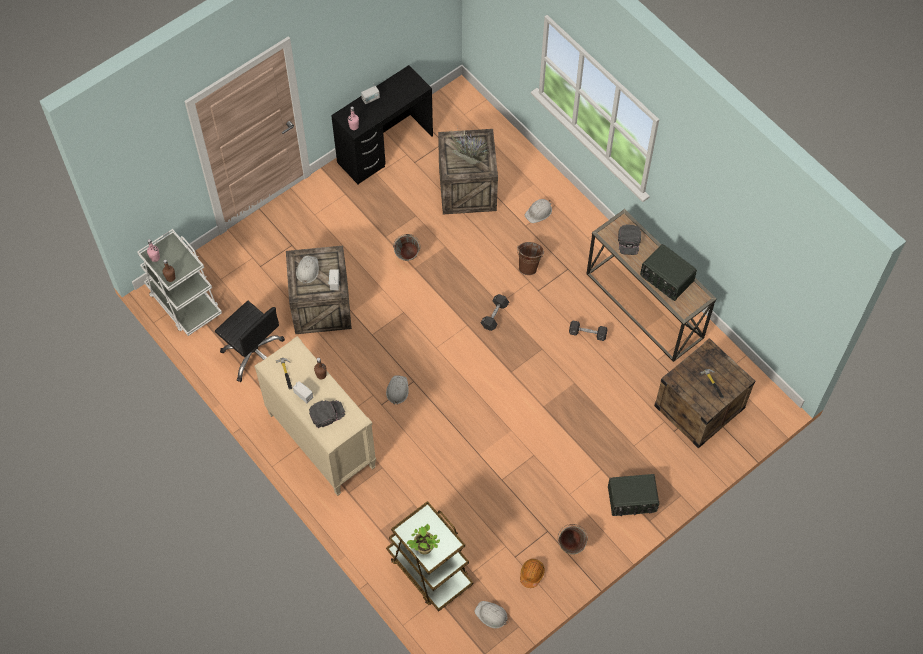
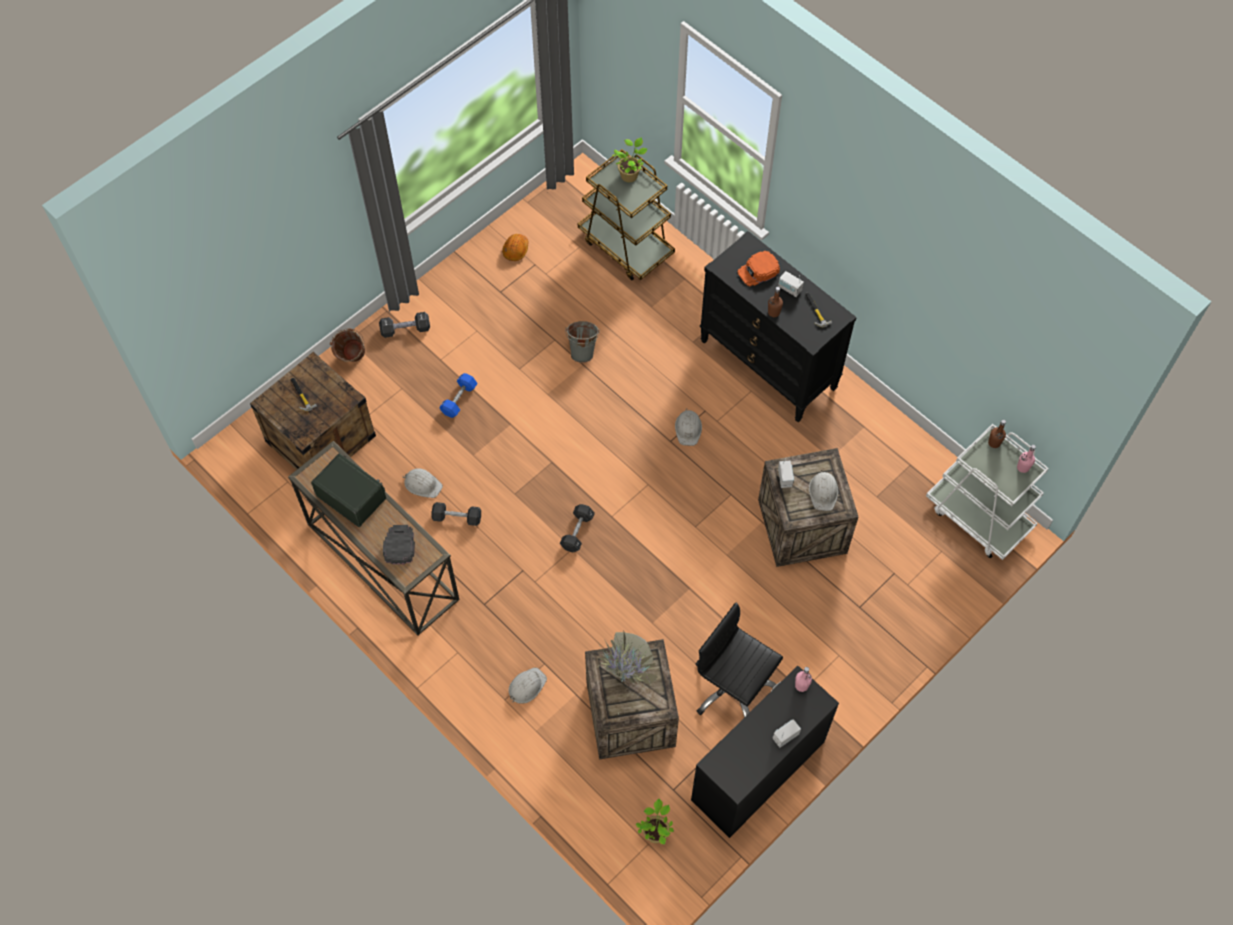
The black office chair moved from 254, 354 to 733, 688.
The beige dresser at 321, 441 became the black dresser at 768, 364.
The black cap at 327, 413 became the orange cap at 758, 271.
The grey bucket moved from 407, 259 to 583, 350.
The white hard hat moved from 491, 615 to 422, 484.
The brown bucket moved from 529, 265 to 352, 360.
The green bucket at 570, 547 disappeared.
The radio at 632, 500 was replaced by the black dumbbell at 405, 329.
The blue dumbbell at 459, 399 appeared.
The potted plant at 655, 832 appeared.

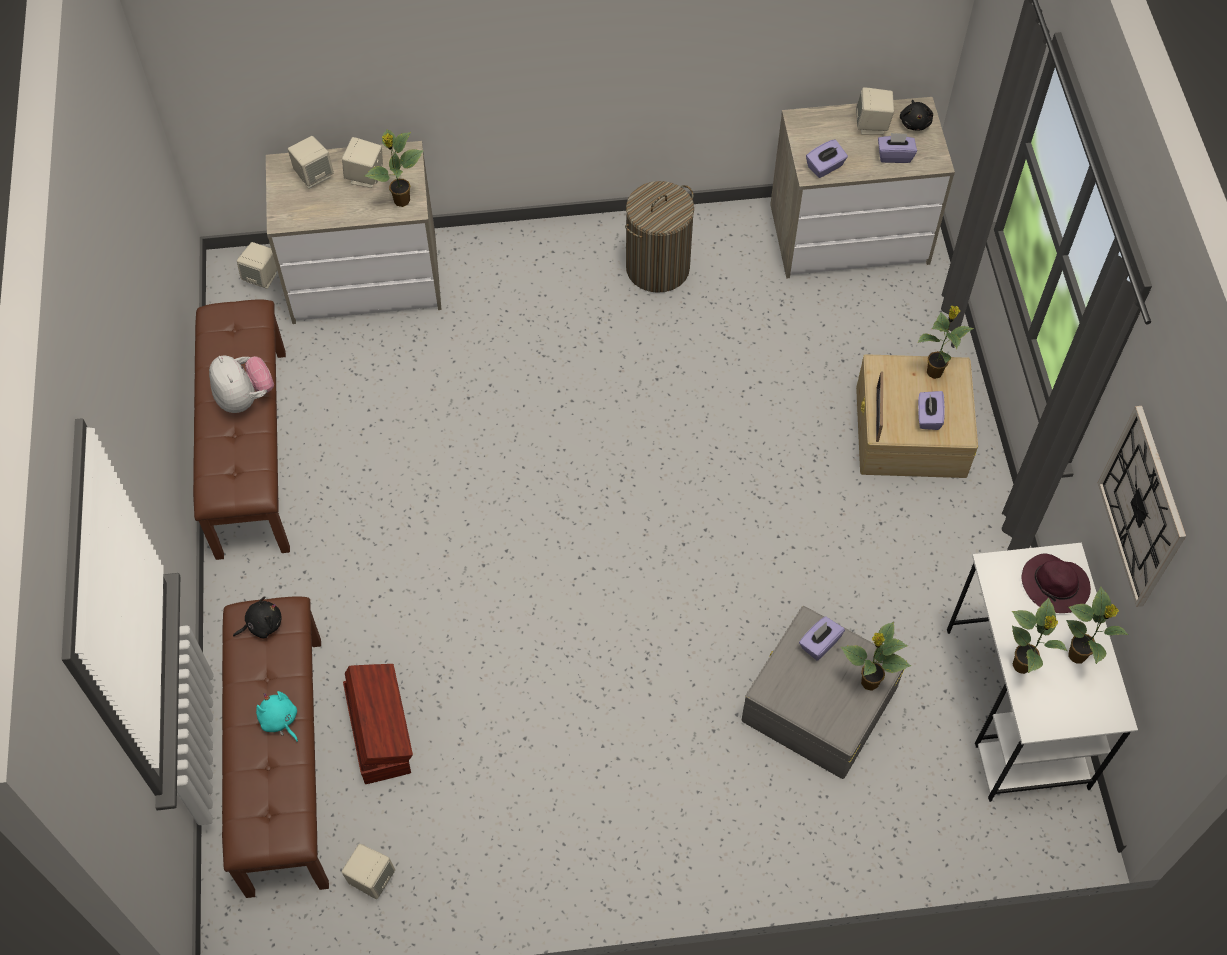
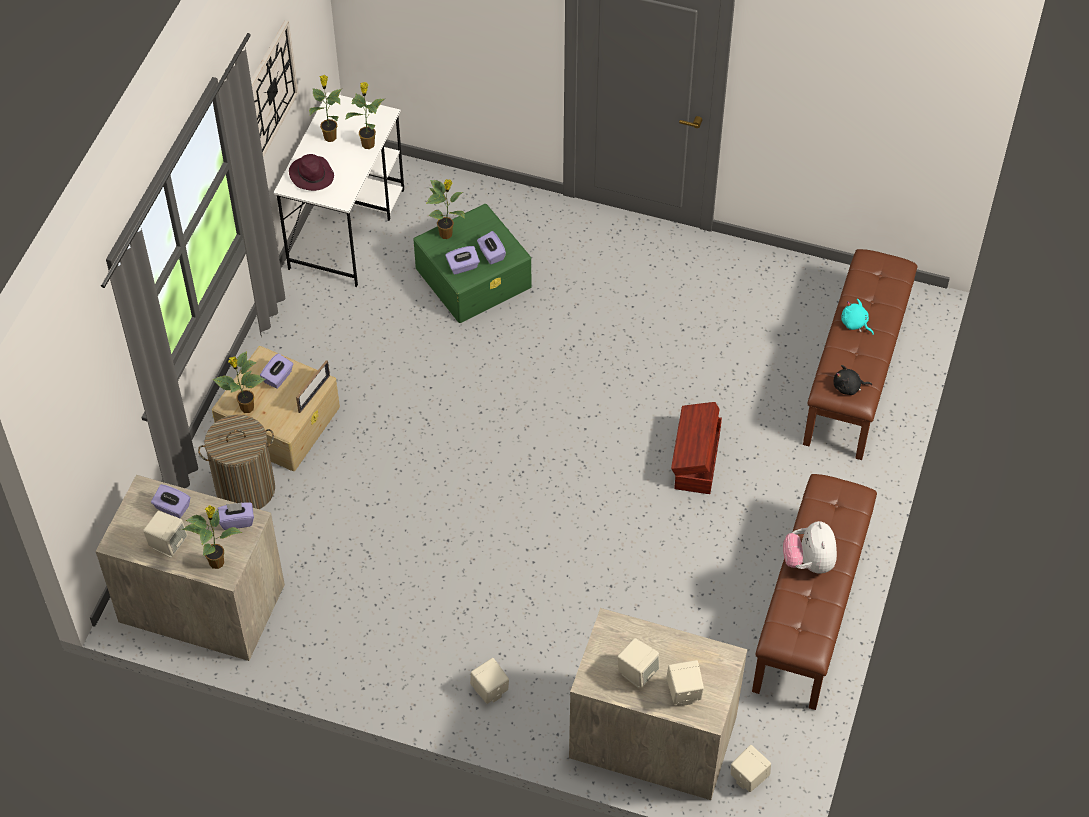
The turquoise plush toy at 280, 721 turned 150 degrees clockwise.
The beige speaker moved from 371, 878 to 490, 691.
The brown storage box moved from 380, 731 to 695, 460.
The potted plant moved from 401, 201 to 217, 561.
The laundry basket moved from 657, 267 to 245, 489.
The grey storage box at 818, 704 became the green storage box at 474, 277.
The black plush toy at 915, 122 disappeared.
The purple tissue box at 491, 254 appeared.

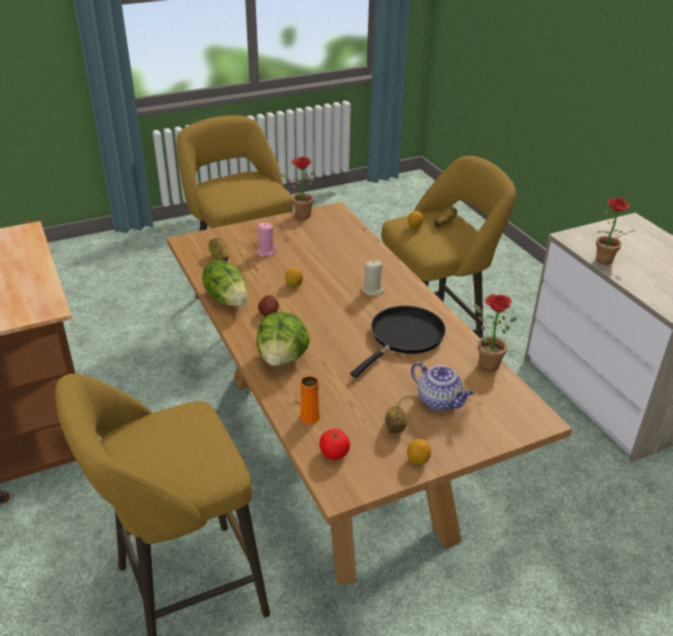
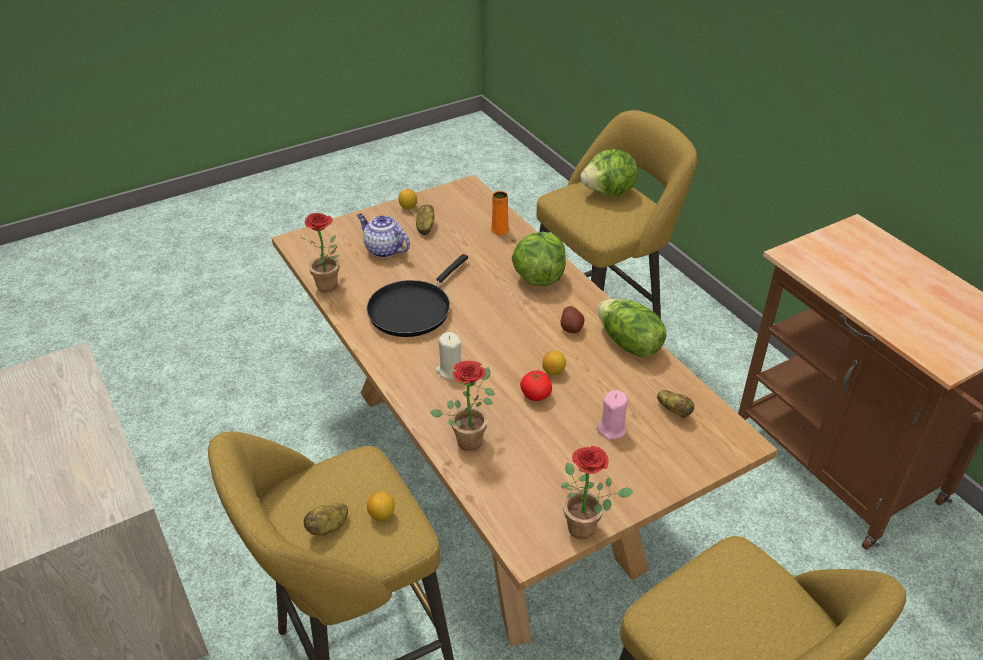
The tomato moved from 334, 453 to 536, 395.
The potted plant moved from 604, 262 to 470, 437.
The lettuce at 609, 193 appeared.

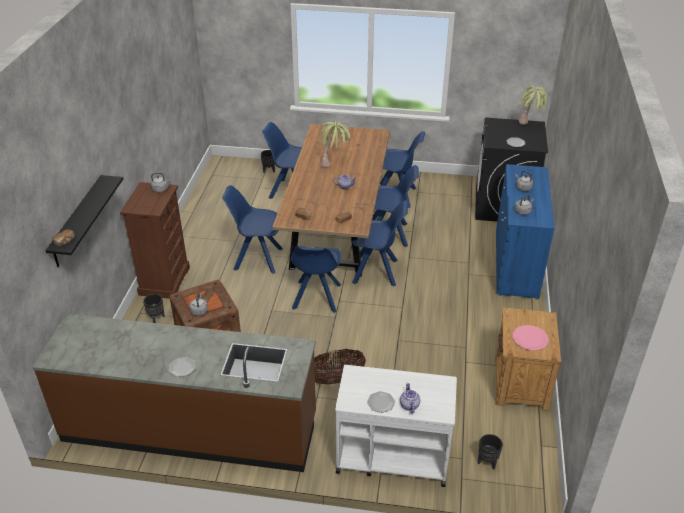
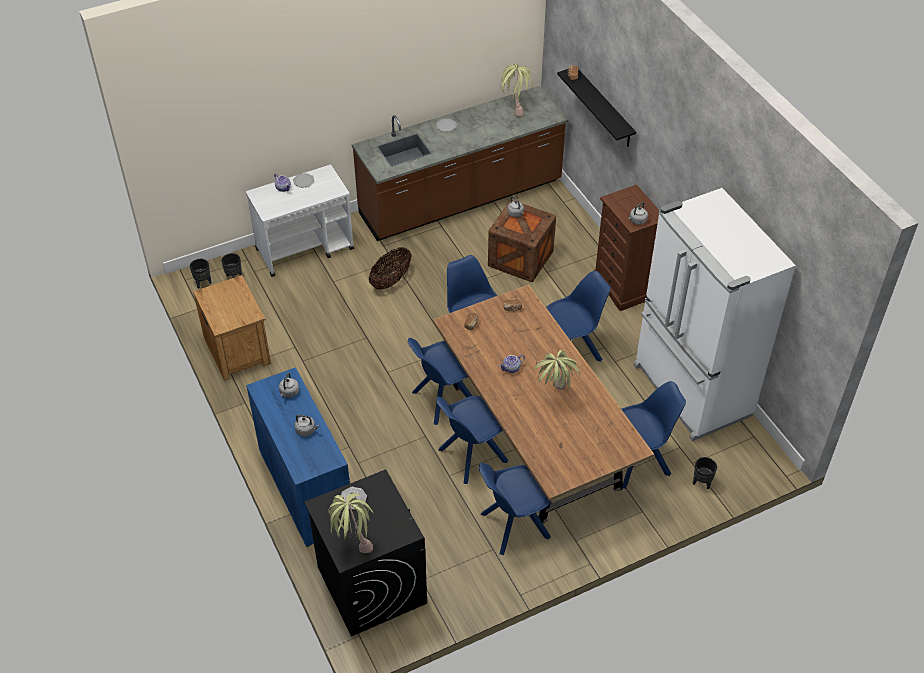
The black planter moved from 156, 318 to 203, 283.
The pink plate at 530, 338 disappeared.
The potted plant at 514, 108 appeared.
The white fridge at 690, 392 appeared.

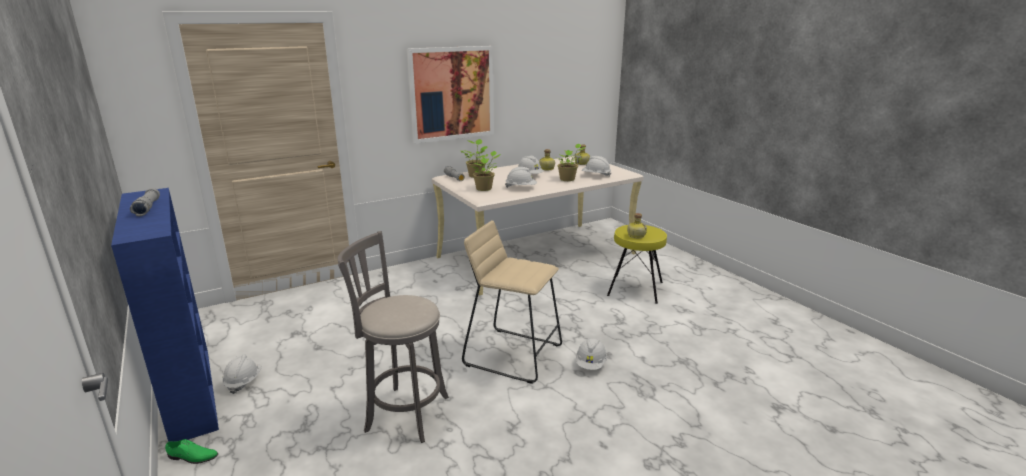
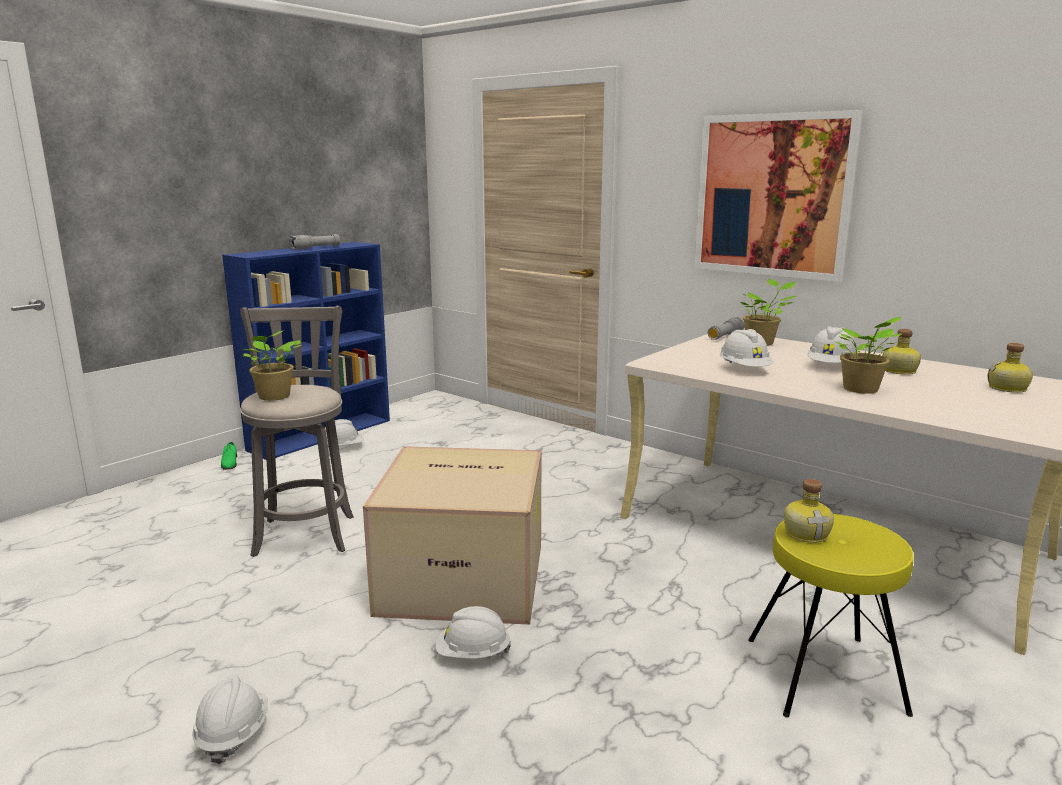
The beige stool at 513, 354 was replaced by the cardboard box at 465, 577.
The potted plant moved from 485, 189 to 274, 397.
The white hard hat moved from 595, 175 to 233, 734.

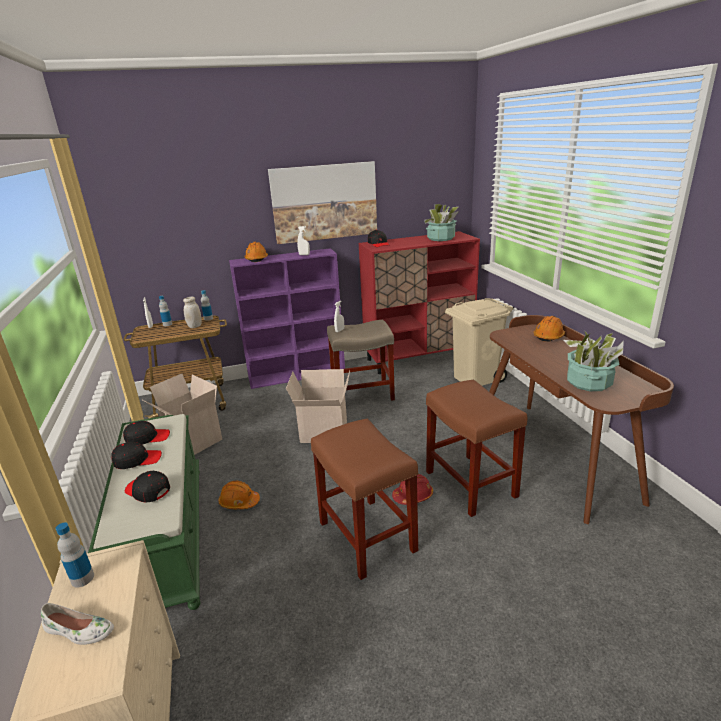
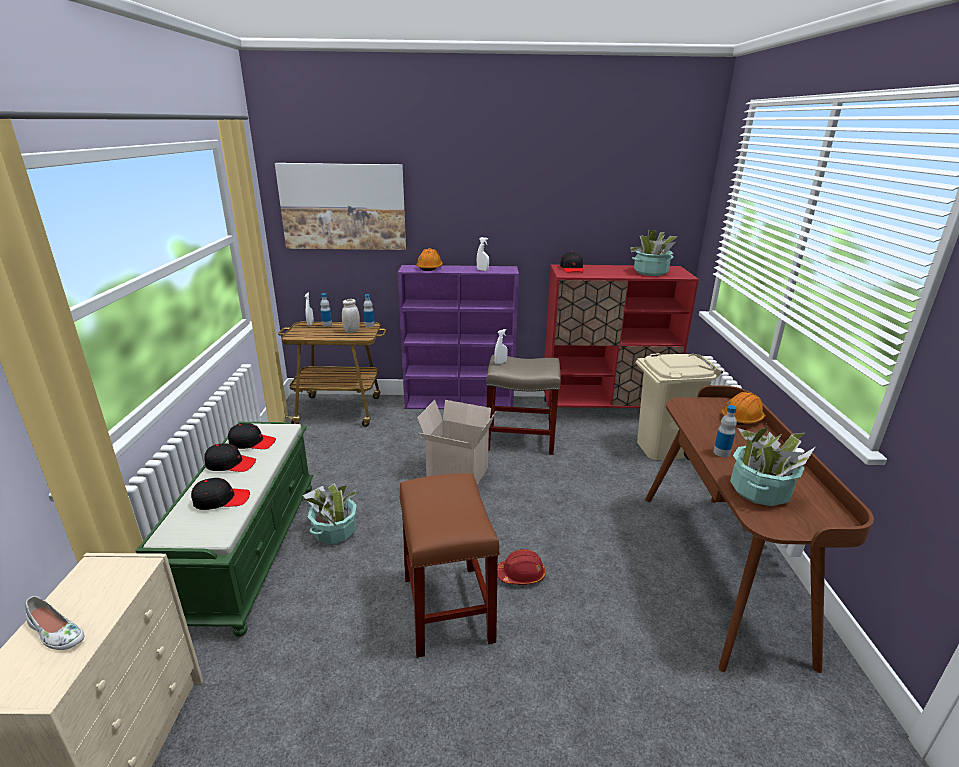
The bottle moved from 82, 578 to 721, 452.
The black cap at 148, 491 turned 120 degrees clockwise.
The cardboard box at 192, 441 disappeared.
The orange hard hat at 239, 502 was replaced by the potted plant at 334, 532.
The picture moved from 324, 202 to 343, 207.
The brown stool at 469, 483 disappeared.

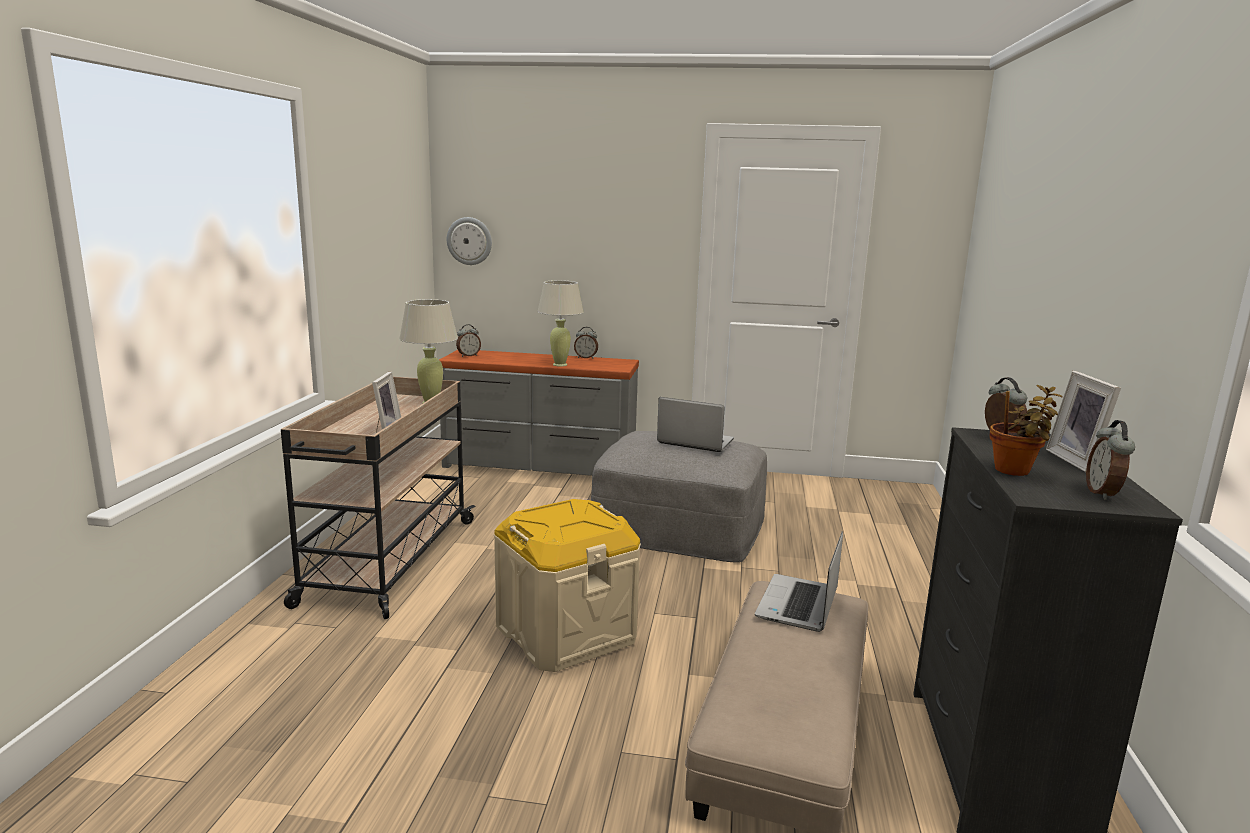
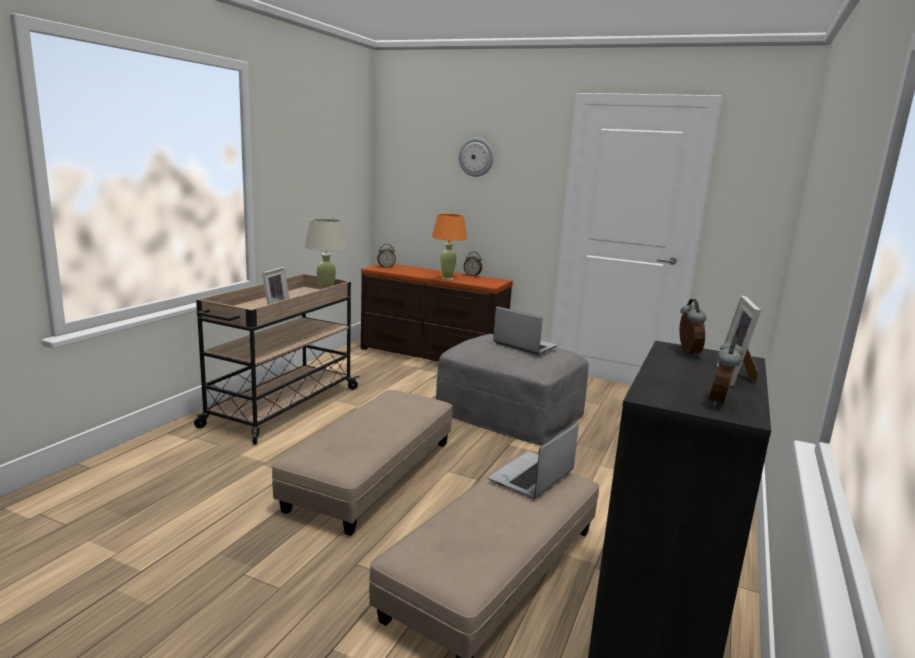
The grey dresser at 539, 466 became the brown dresser at 431, 356.
The wall clock moved from 469, 241 to 476, 157.
The beige storage box at 566, 633 was replaced by the beige ottoman at 372, 474.
The beige table lamp at 560, 364 became the orange table lamp at 447, 278.
The potted plant at 1015, 471 disappeared.

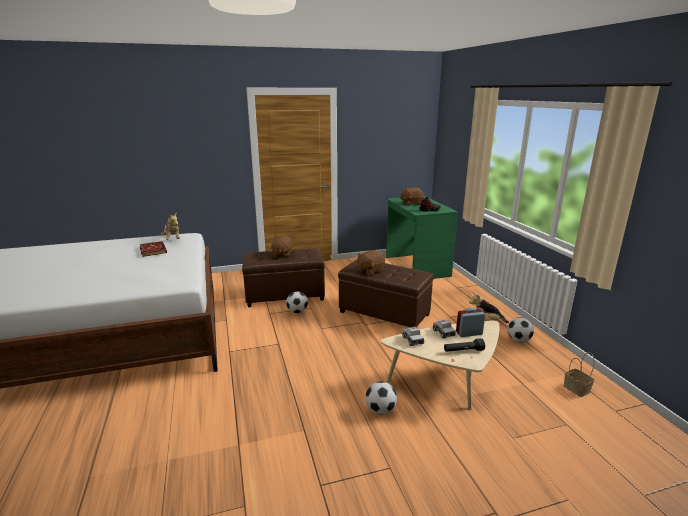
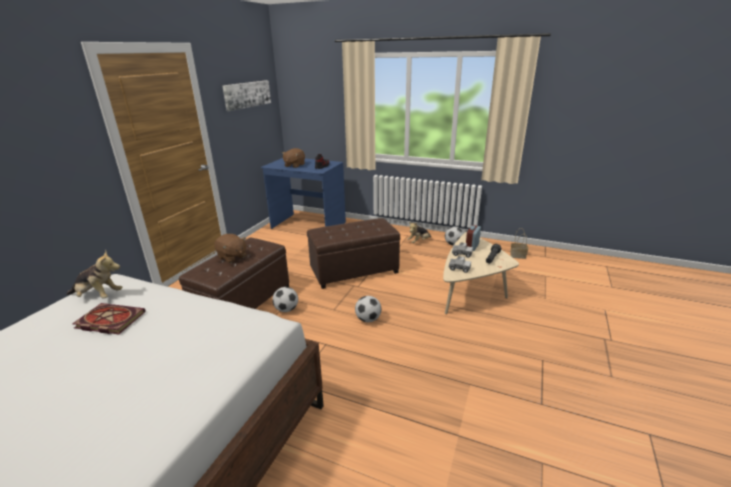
The brown plush toy at 370, 270 disappeared.
The football moved from 380, 410 to 368, 319.
The green desk at 416, 266 became the blue desk at 308, 225.
The picture at 247, 94 appeared.

